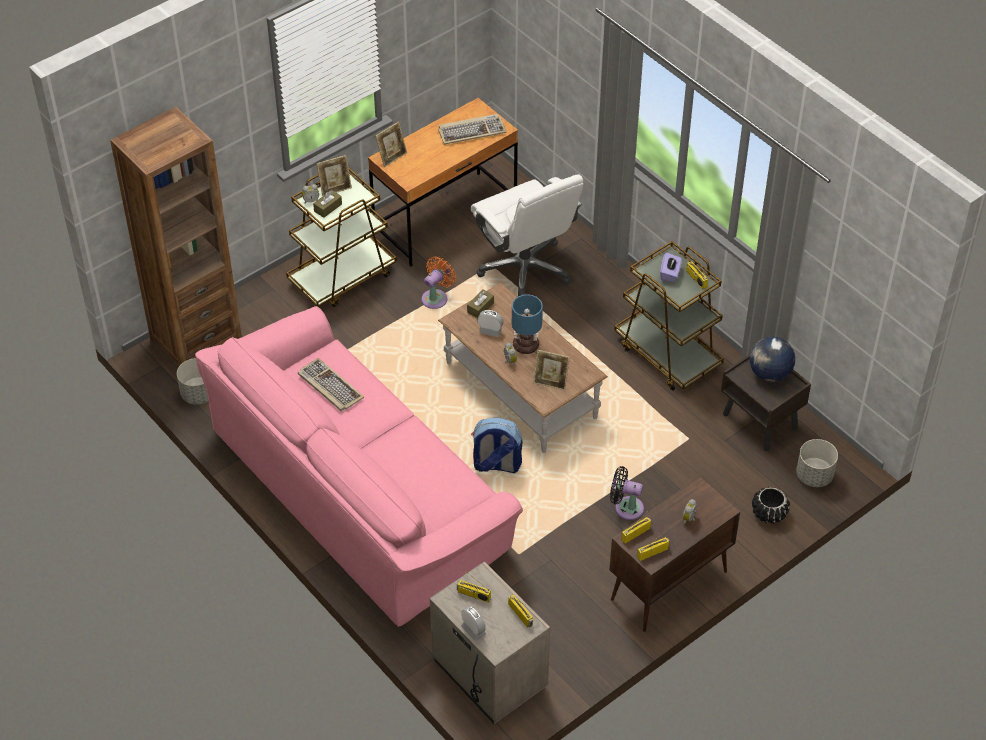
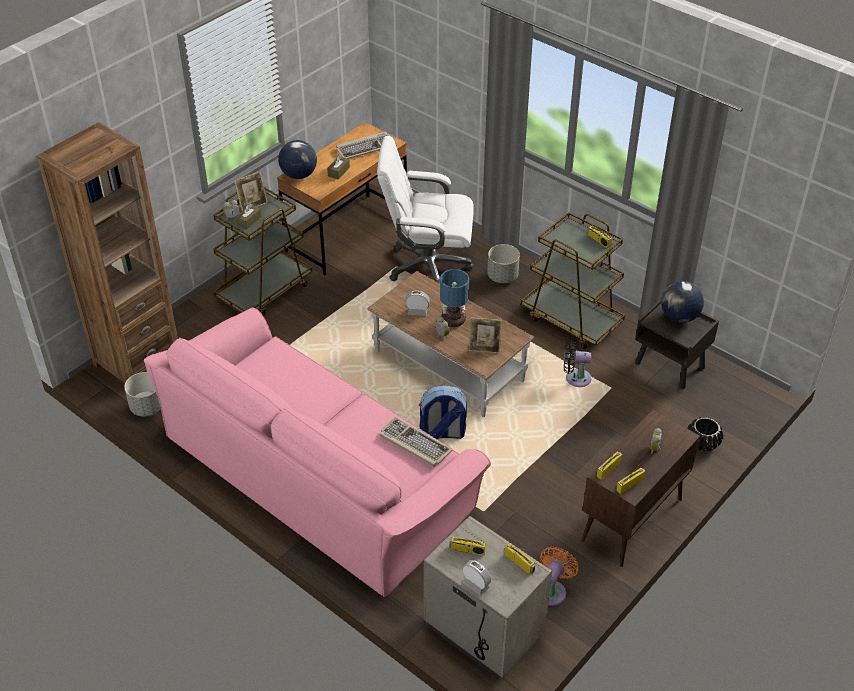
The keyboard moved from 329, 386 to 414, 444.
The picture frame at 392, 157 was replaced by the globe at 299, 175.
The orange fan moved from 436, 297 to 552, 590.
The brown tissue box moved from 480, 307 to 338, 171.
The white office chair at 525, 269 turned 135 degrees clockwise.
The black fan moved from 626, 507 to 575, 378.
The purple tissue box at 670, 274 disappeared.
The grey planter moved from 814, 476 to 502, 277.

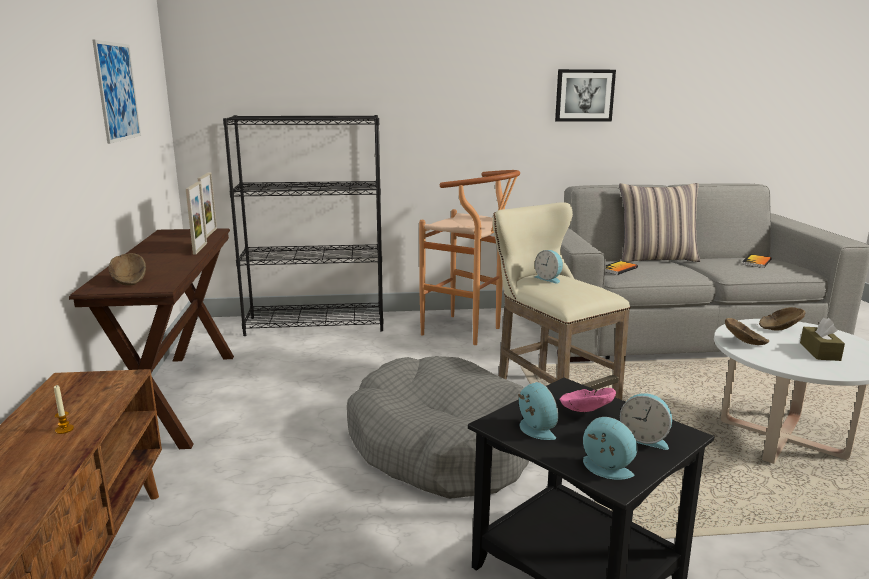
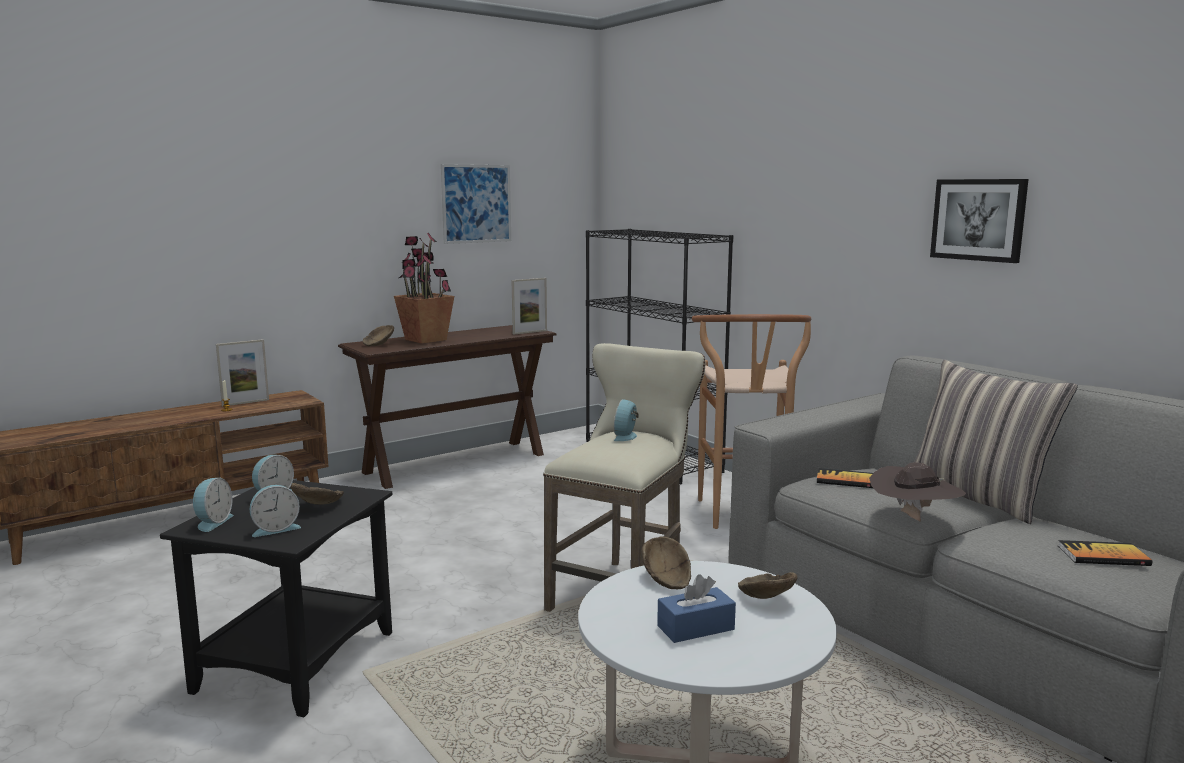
The picture frame moved from 200, 248 to 245, 403.
The grey dog bed at 441, 445 disappeared.
The pink bowl at 585, 410 became the brown bowl at 321, 505.
The alarm clock at 644, 438 turned 120 degrees counterclockwise.
The brown tissue box at 819, 351 became the blue tissue box at 695, 628.
The potted plant at 425, 340 appeared.
The brown hat at 913, 520 appeared.

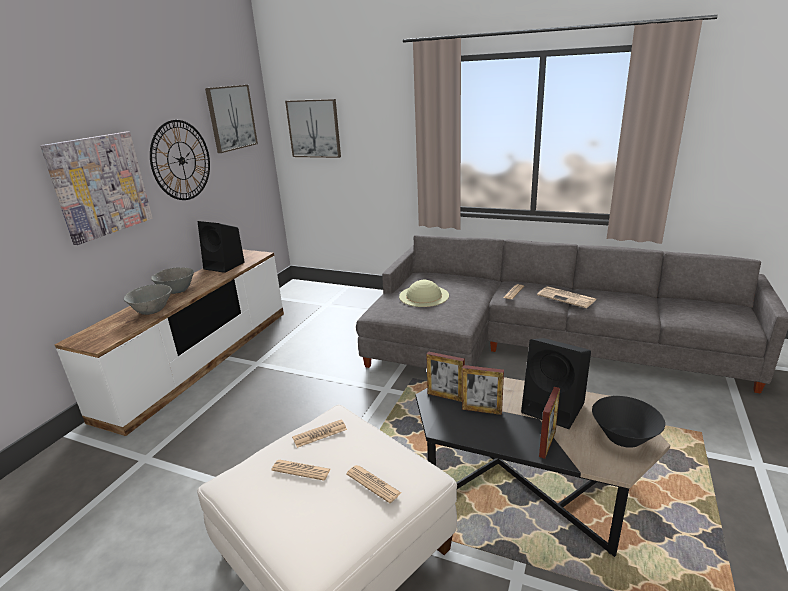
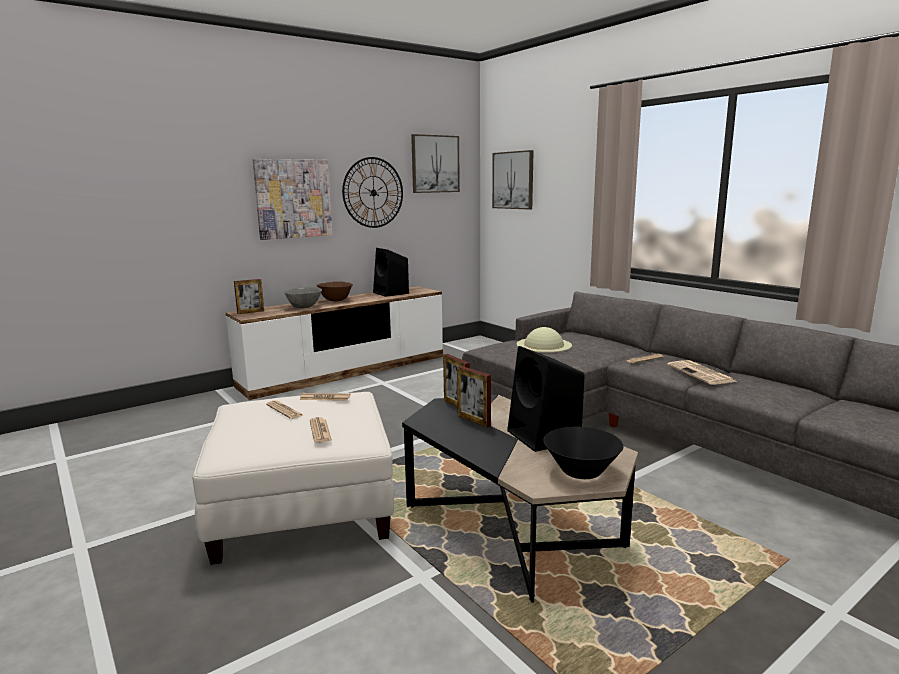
The grey bowl at 176, 291 became the brown bowl at 335, 300.
The picture frame moved from 547, 444 to 250, 312.

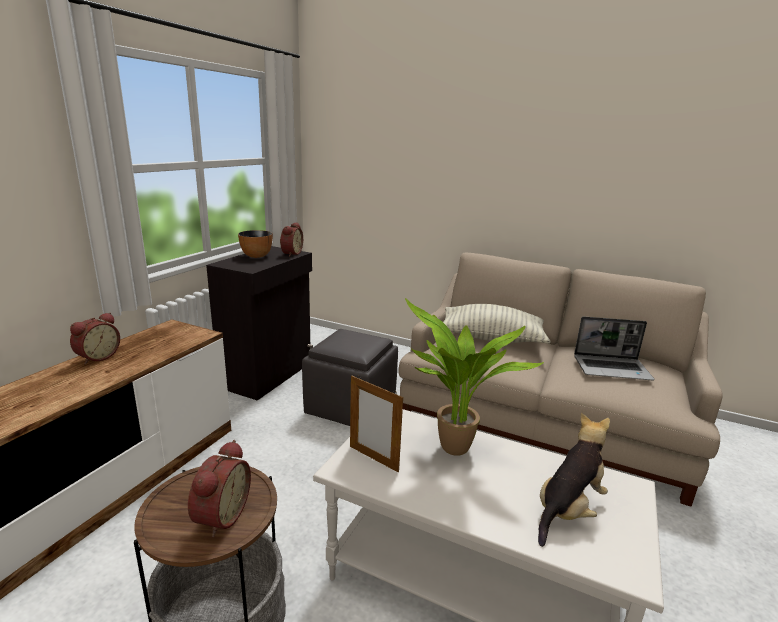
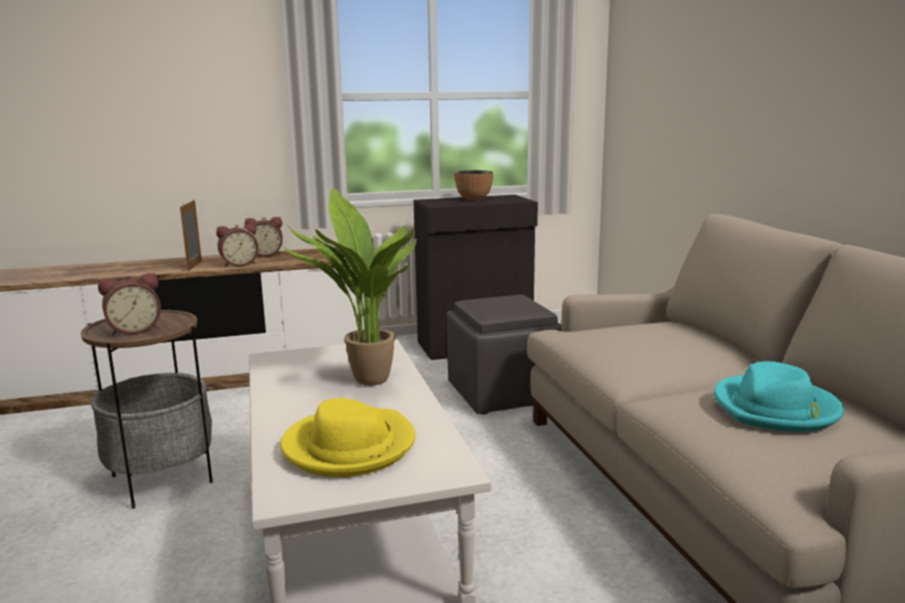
The alarm clock moved from 290, 253 to 239, 264.
The picture frame moved from 373, 458 to 195, 266.
The pillow at 491, 338 disappeared.
The plush toy at 568, 509 was replaced by the yellow hat at 349, 446.
The laptop at 612, 368 was replaced by the turquoise hat at 776, 408.

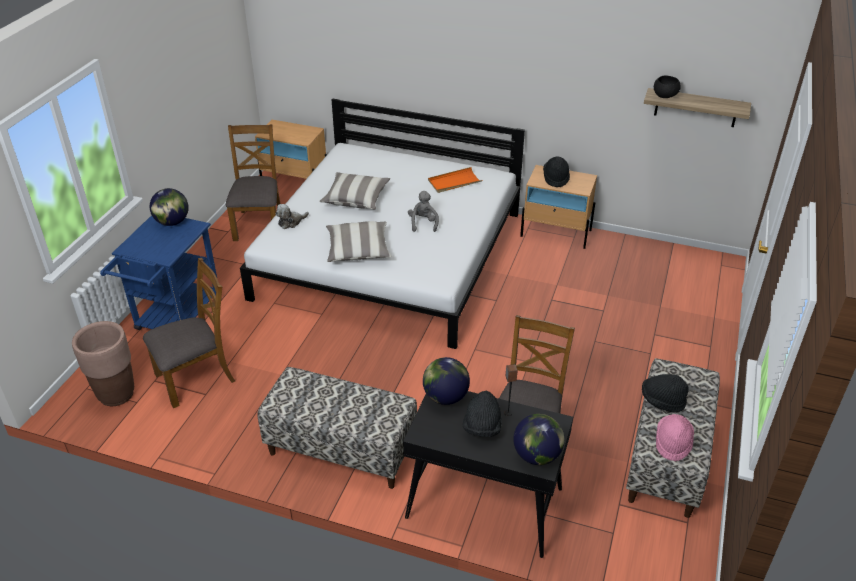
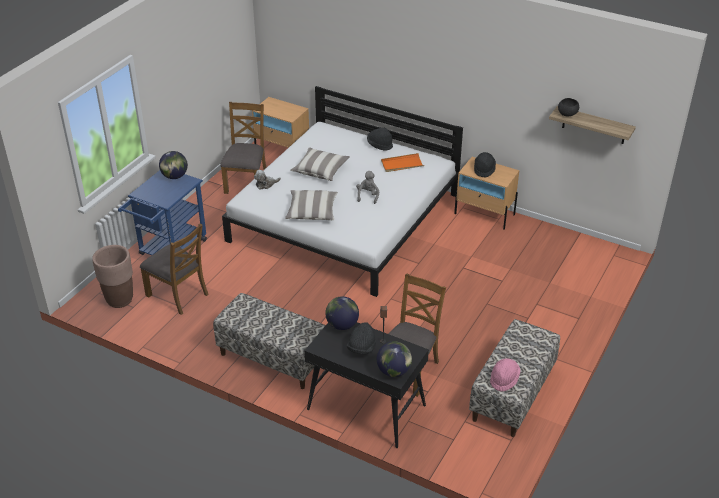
The brown chair at 196, 377 turned 60 degrees clockwise.
The black hat moved from 662, 401 to 379, 145.

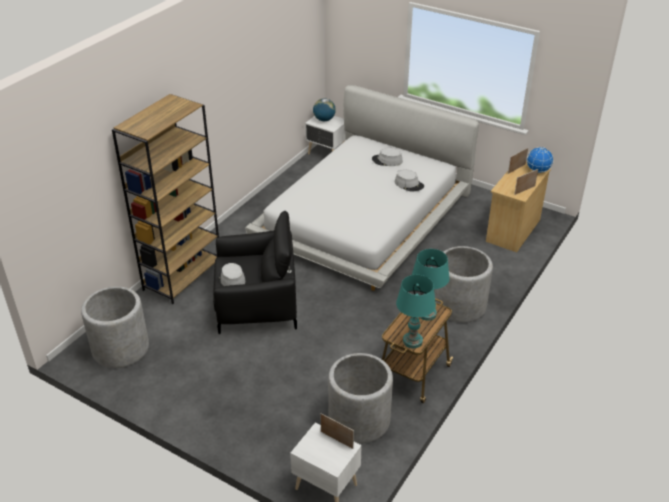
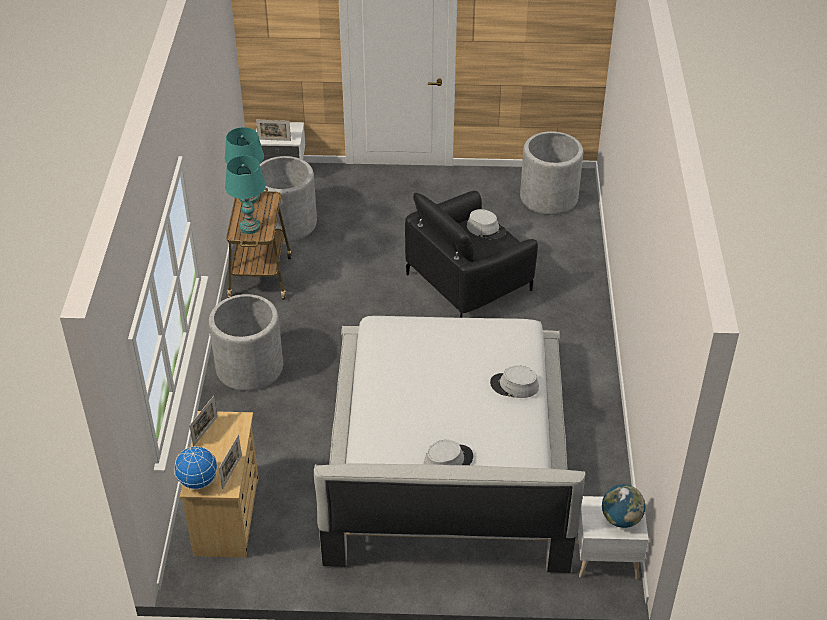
The brown bookcase at 183, 275 disappeared.
The grey hat moved from 409, 184 to 514, 386.

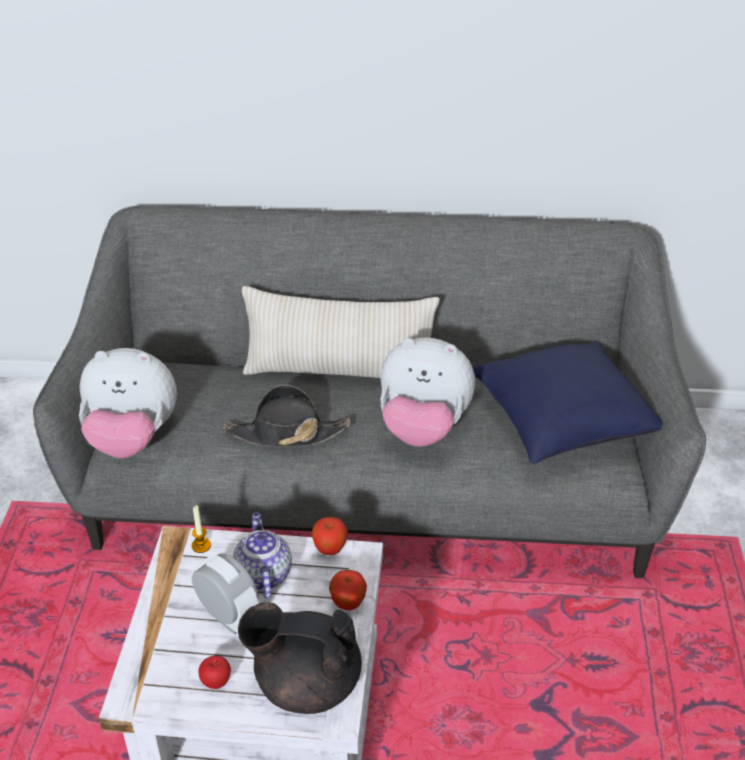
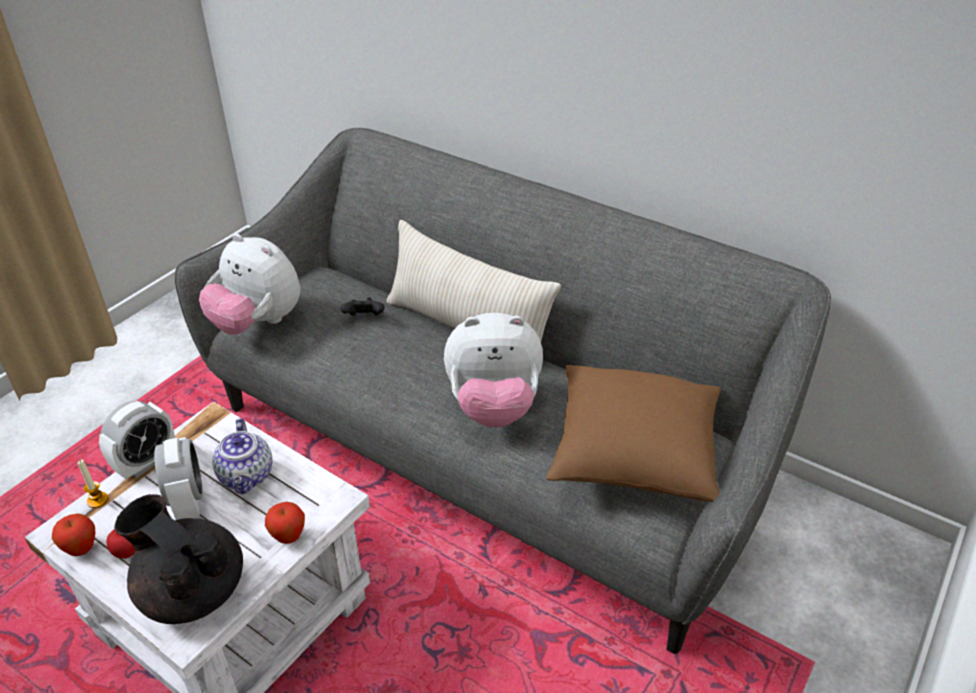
The candle moved from 201, 545 to 97, 500.
The black hat at 286, 433 disappeared.
The teapot at 262, 574 turned 150 degrees clockwise.
The apple moved from 330, 550 to 82, 549.
The plush toy at 423, 428 turned 45 degrees counterclockwise.
The blue pillow at 563, 423 became the brown pillow at 633, 455.
The alarm clock at 146, 462 appeared.
The black game controller at 364, 318 appeared.

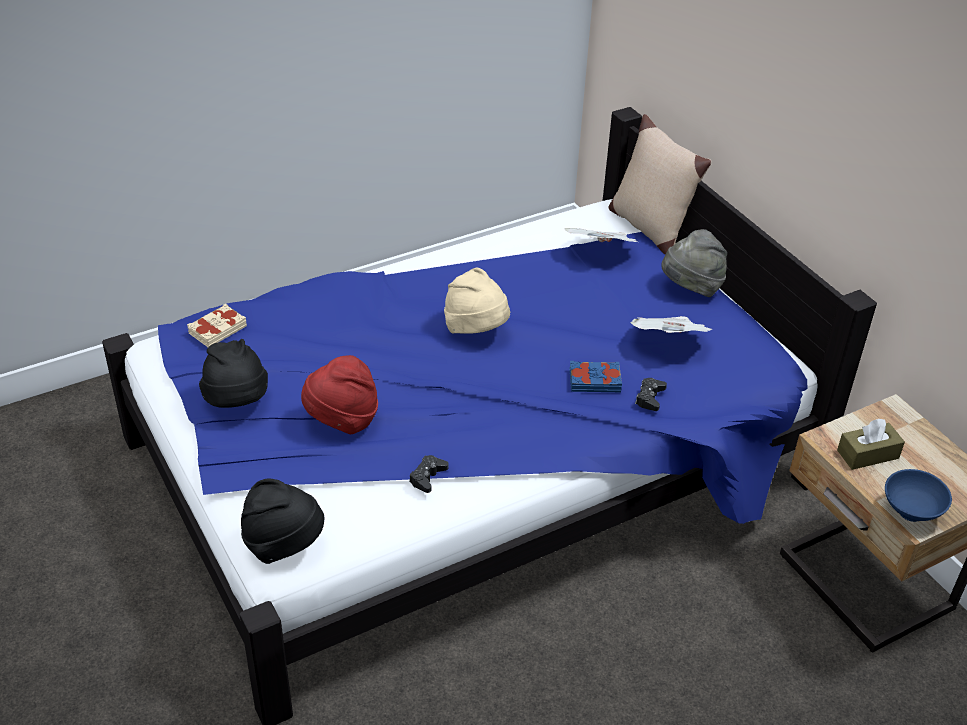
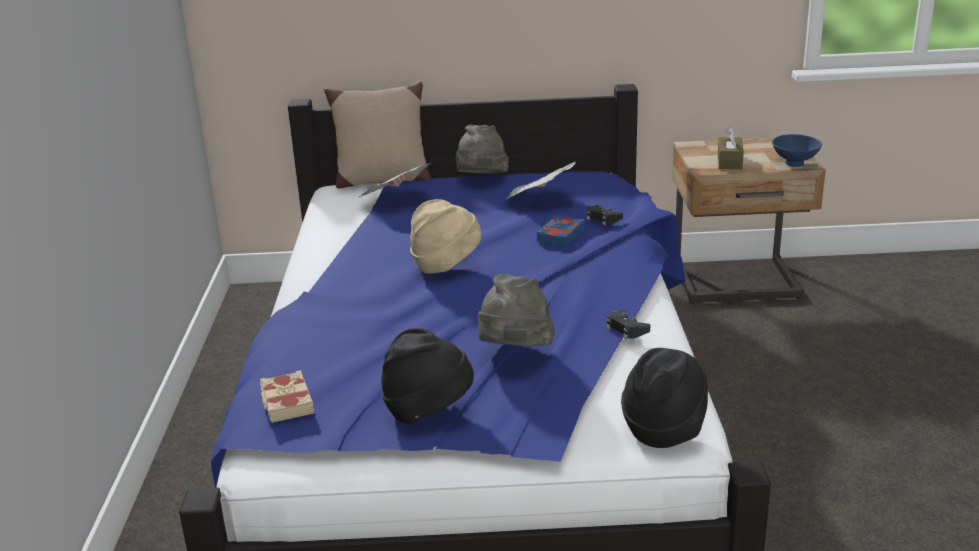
The red hat at 342, 420 became the grey hat at 514, 353.

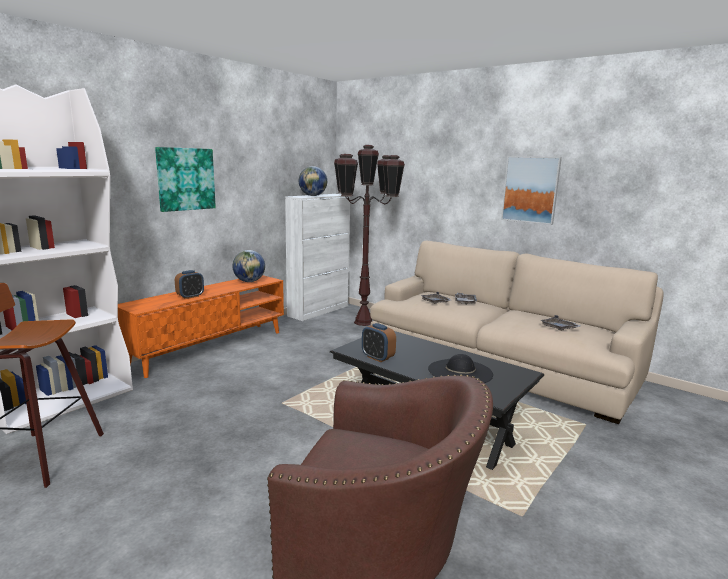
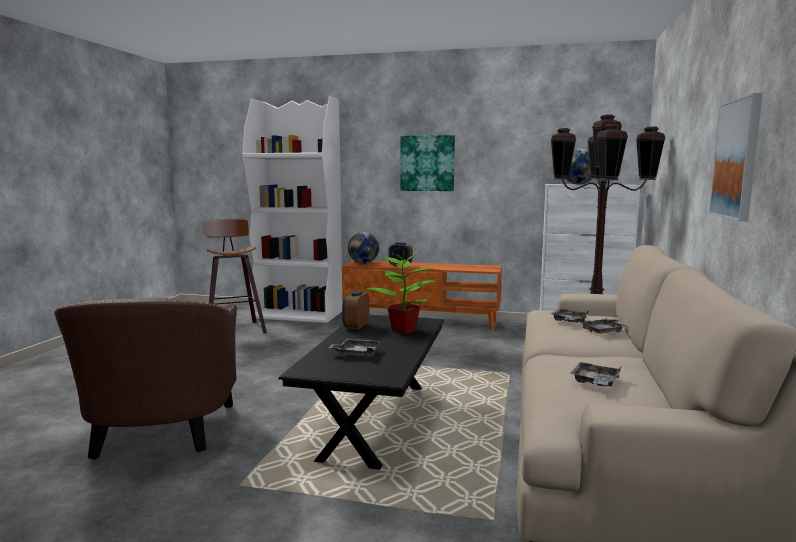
The globe moved from 249, 281 to 363, 263.
The black hat at 460, 372 was replaced by the grey tray at 357, 353.
The potted plant at 404, 330 appeared.

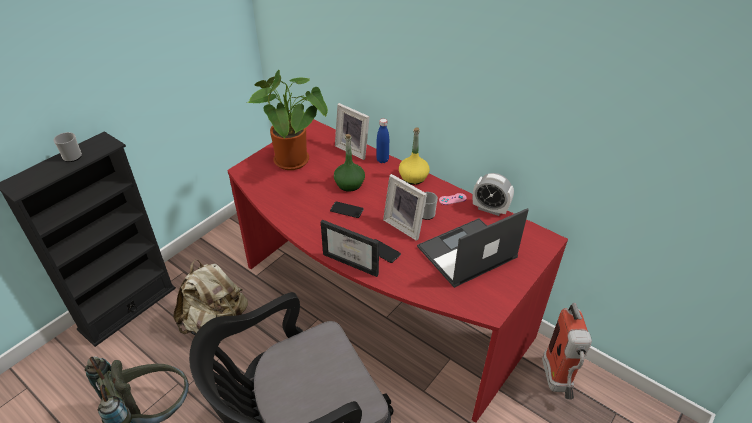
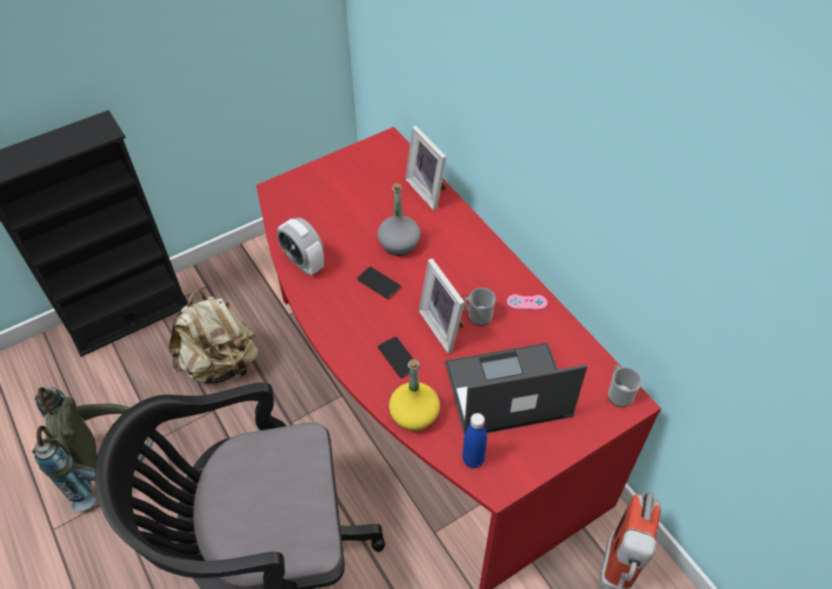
The mug moved from 71, 155 to 618, 394.
The potted plant at 295, 162 disappeared.
The picture frame at 354, 261 disappeared.
The green bottle at 349, 184 became the grey bottle at 399, 244.
The blue bottle moved from 382, 160 to 473, 459.
The yellow bottle moved from 413, 177 to 414, 414.
The alarm clock moved from 490, 209 to 304, 263.

